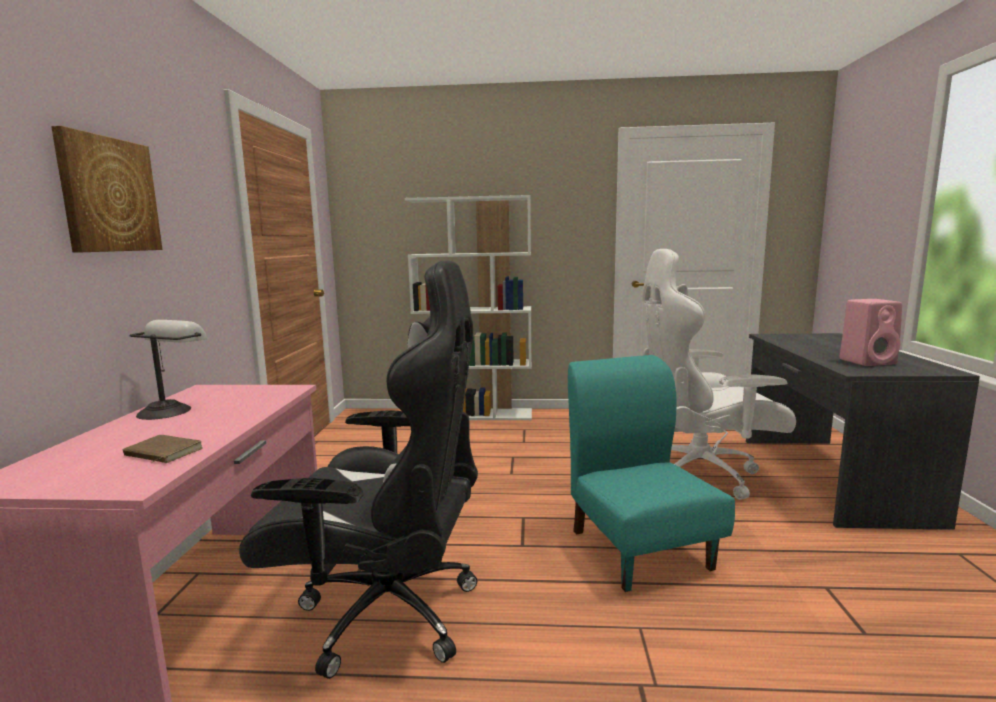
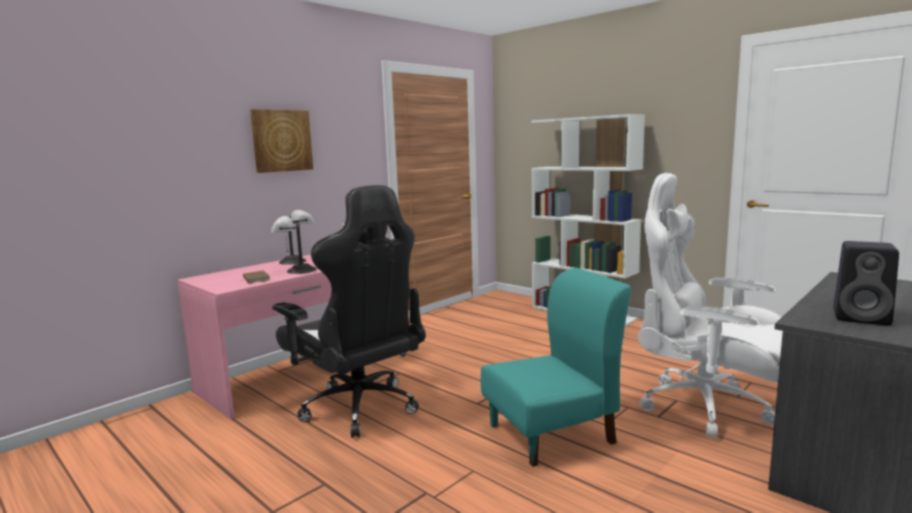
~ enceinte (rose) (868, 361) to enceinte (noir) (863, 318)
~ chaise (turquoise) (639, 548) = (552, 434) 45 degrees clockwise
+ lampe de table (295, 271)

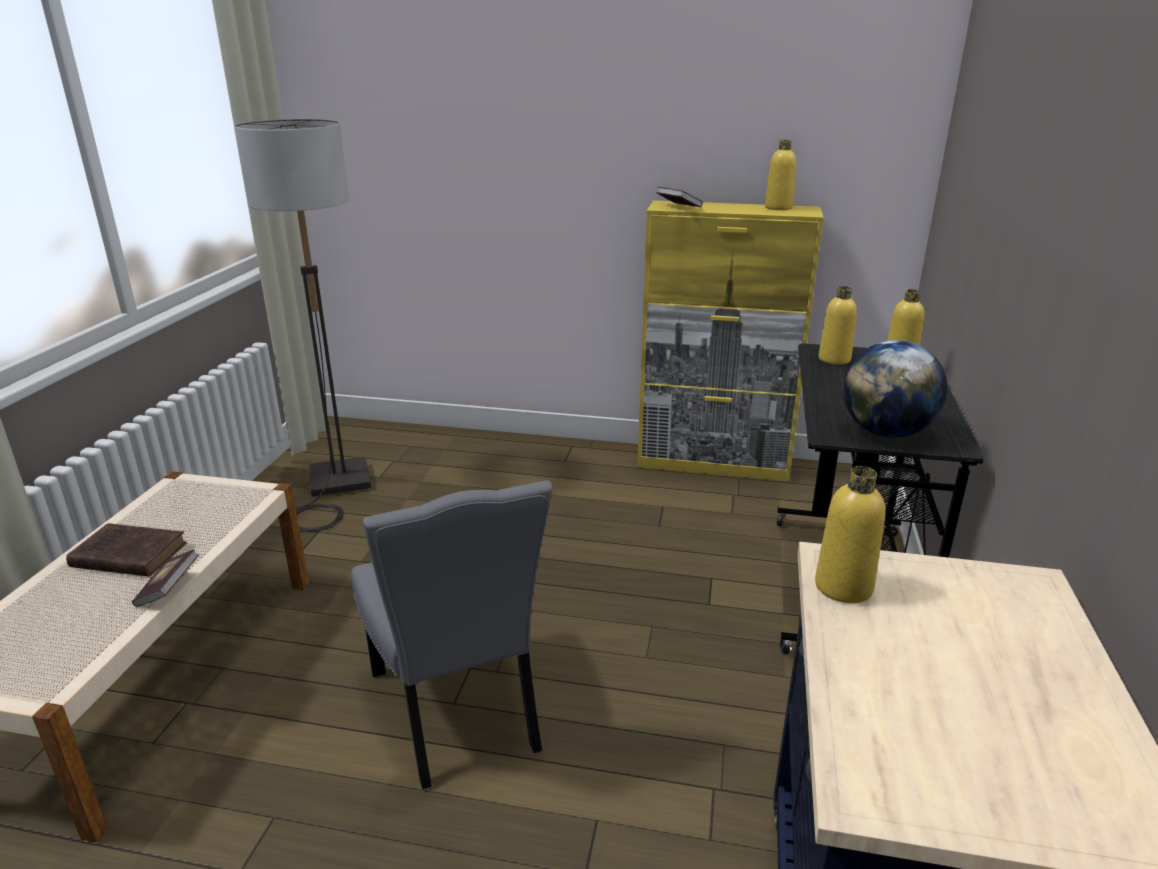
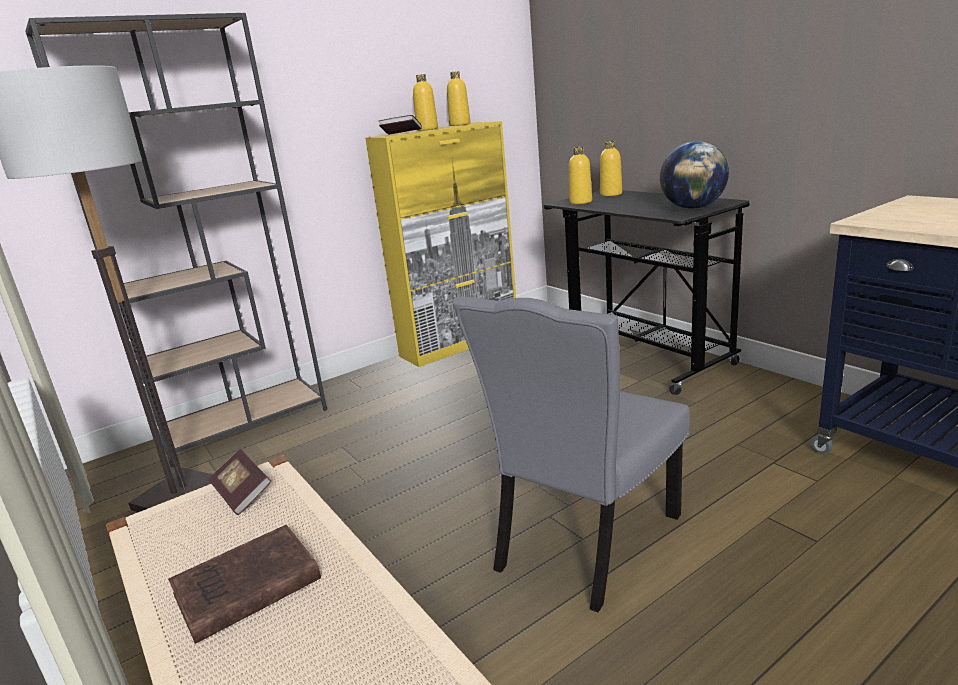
~ bouteille (jaune) (843, 587) to (427, 129)
~ chaise (gris) (457, 704) = (586, 537) 105 degrees clockwise
~ livre (169, 589) to (242, 494)
+ bibliothèque (244, 424)

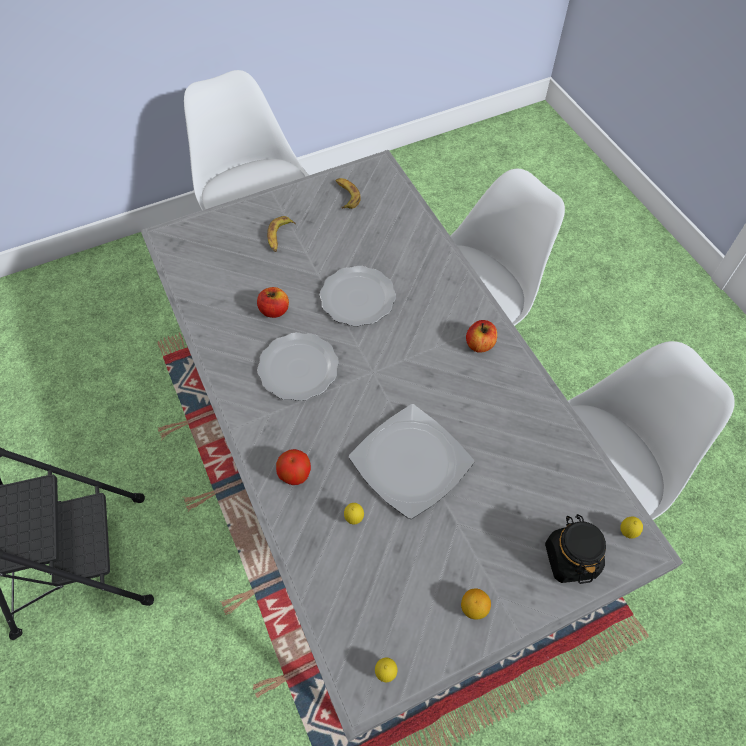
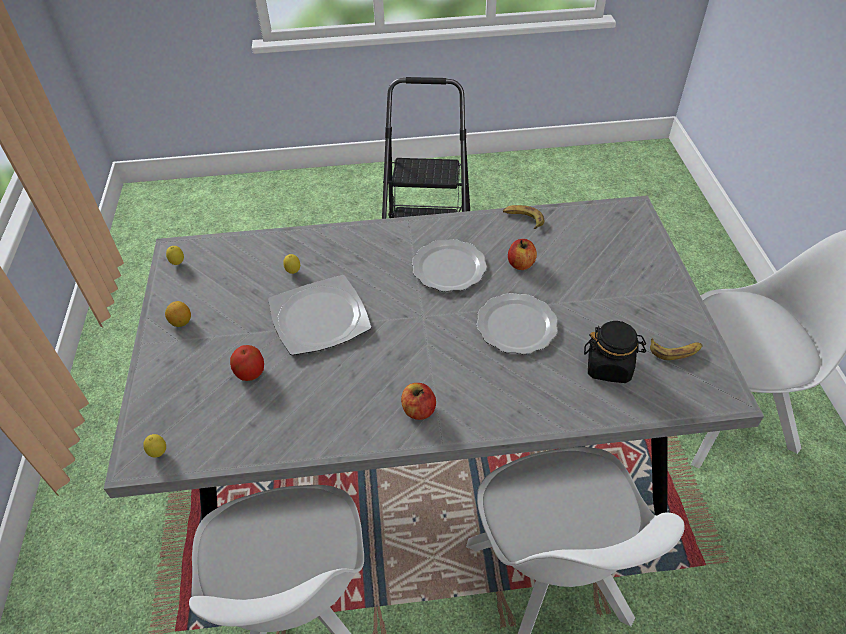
~ banane (279, 237) to (523, 219)
~ pomme (295, 474) to (251, 373)
~ bocal (noir) (570, 558) to (609, 366)

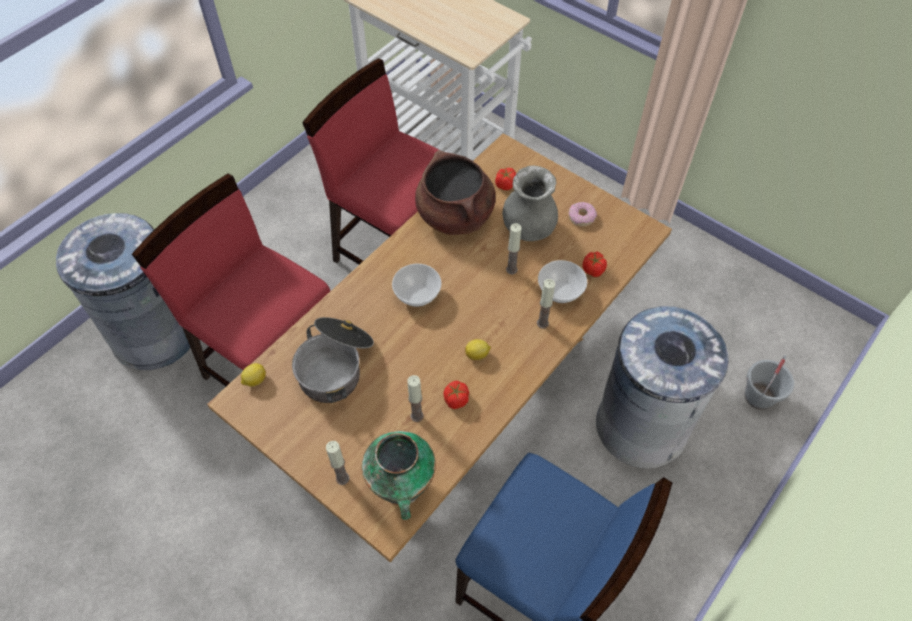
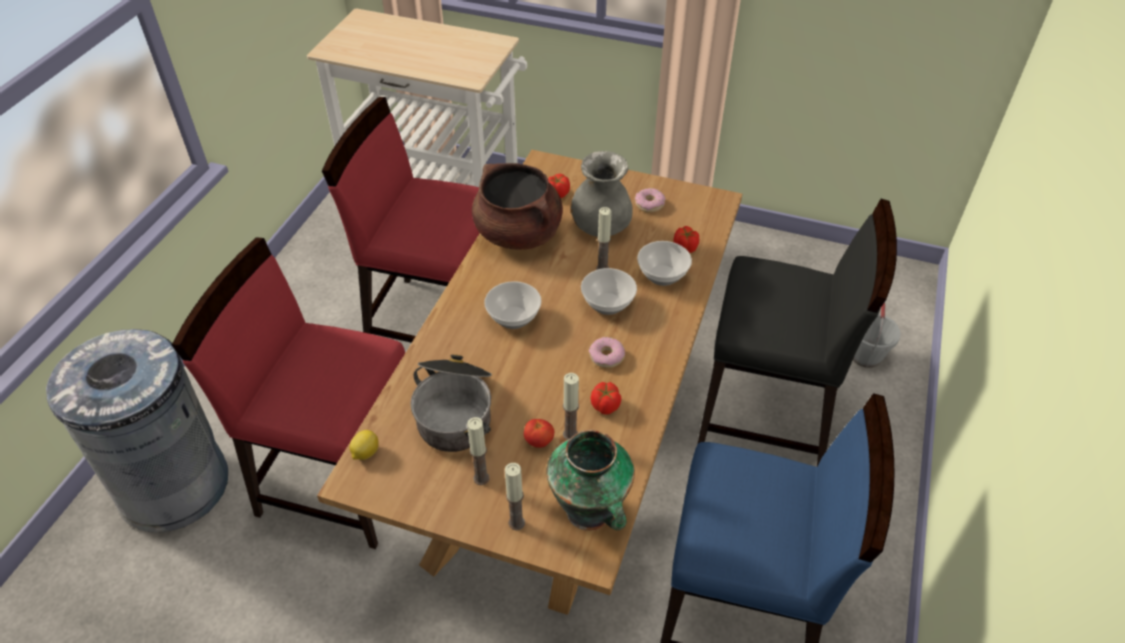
~ bougie (542, 323) to (481, 478)
~ poubelle (gris) (641, 425) to chaise (noir) (767, 416)
~ citron (477, 355) to beignet (606, 356)
+ bol (607, 303)
+ tomate (539, 441)

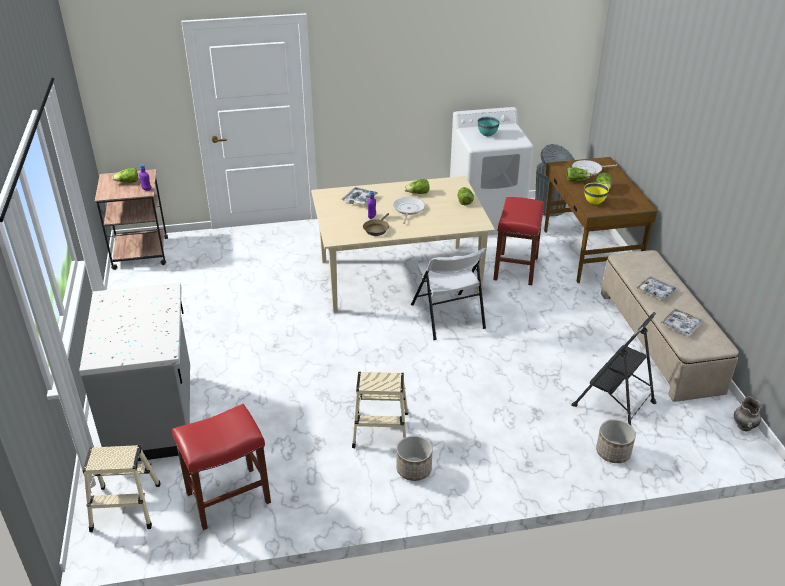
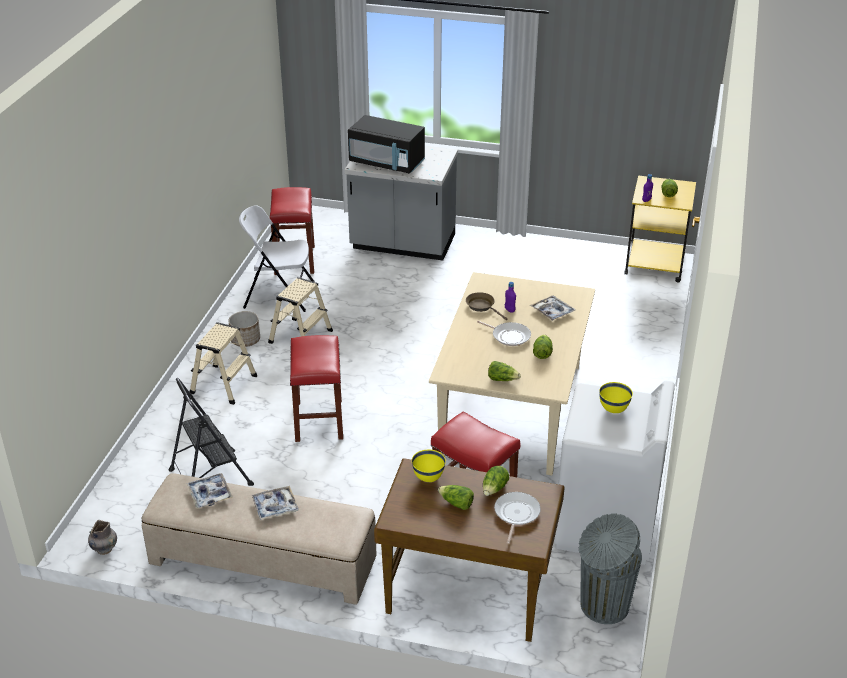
~ bol (turquoise) (487, 135) to bol (jaune) (613, 409)
~ chariot (marron) (140, 252) to chariot (jaune) (655, 264)
~ chaise (blanc) (447, 316) to (279, 294)
- cache-pot (613, 452)
~ escabeau (beige) (125, 506) to (223, 384)
+ micro-ondes (noir) (387, 163)
+ tabouret (rouge) (318, 420)

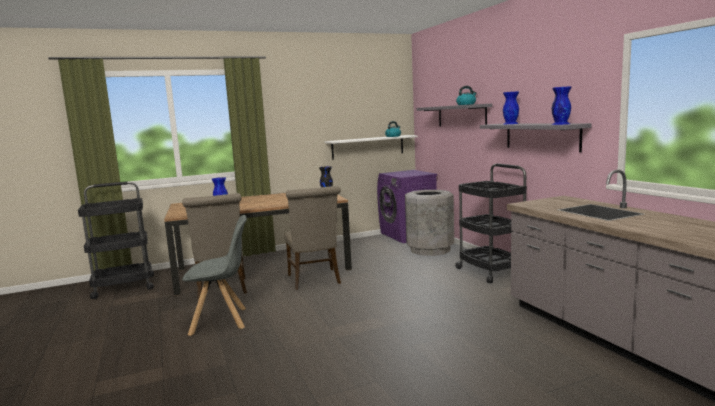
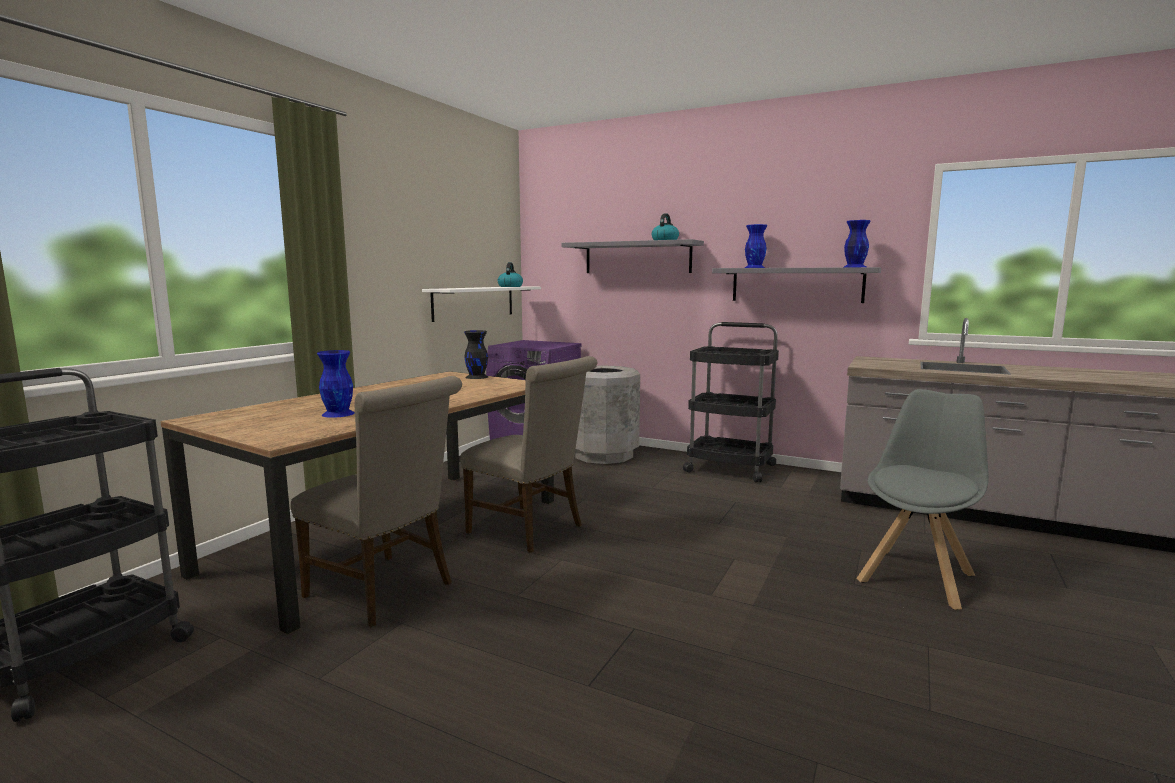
~ chaise (gris) (222, 321) to (917, 575)

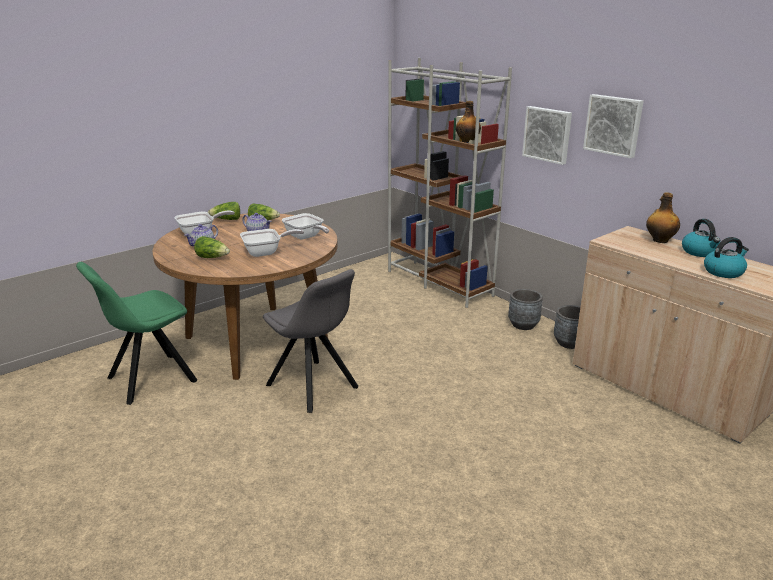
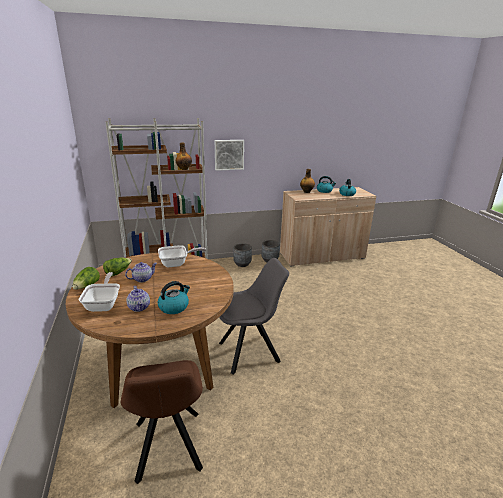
- tableau (613, 125)
- poêle (266, 252)
~ laitue (212, 257) to bouilloire (174, 307)
~ chaise (vert) (151, 379) to chaise (marron) (168, 446)

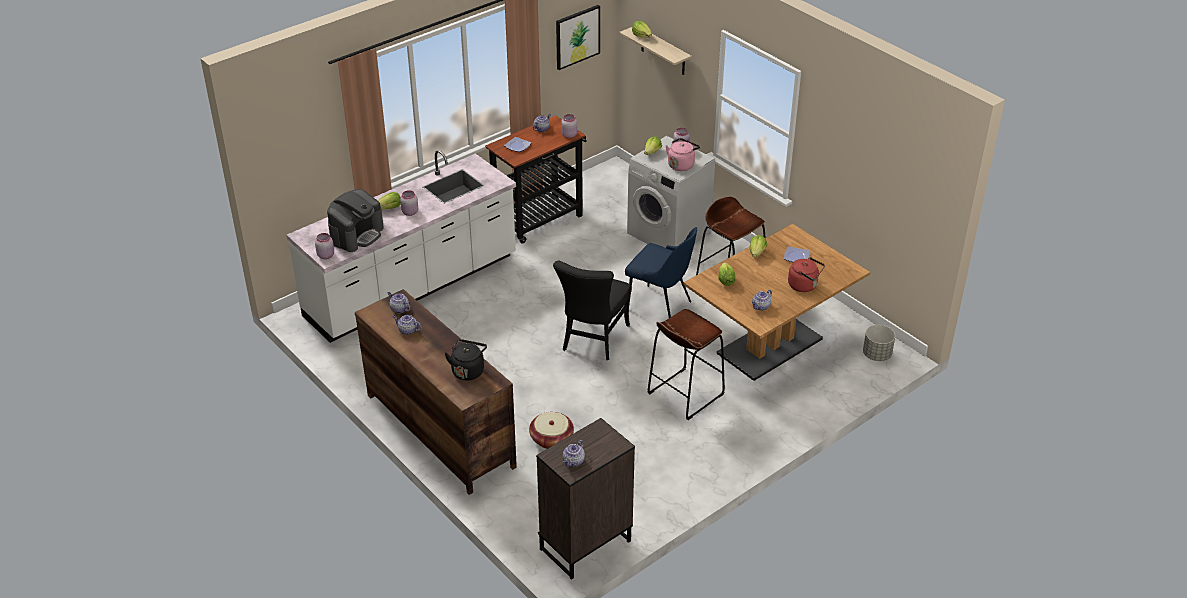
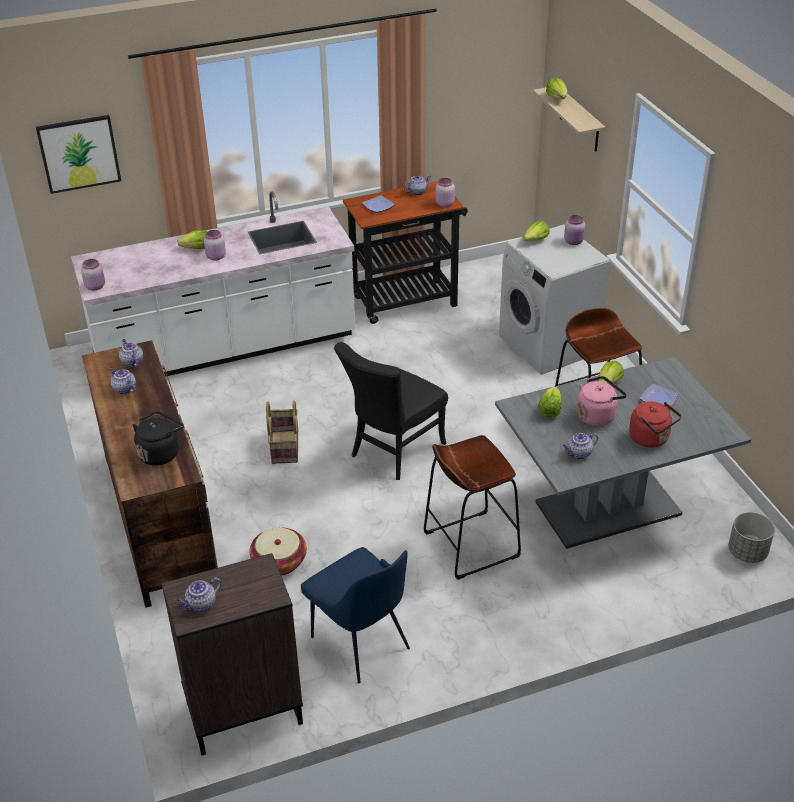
~ tableau (577, 36) to (79, 153)
~ bouilloire (rose) (681, 164) to (597, 415)
- machine à café (357, 234)
~ table à manger (marron) (769, 346) to table à manger (gris) (608, 508)
~ chaise (bleu) (660, 305) to (361, 643)
+ panier (284, 447)

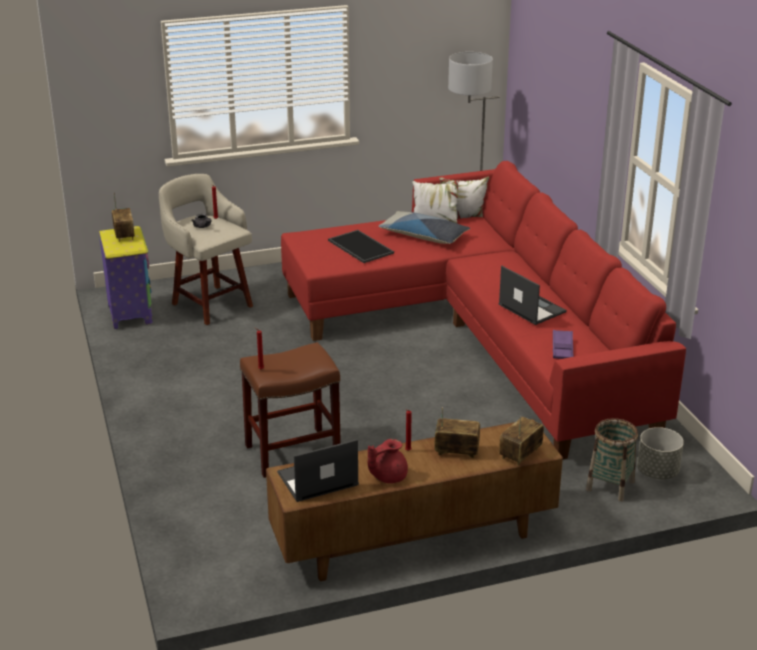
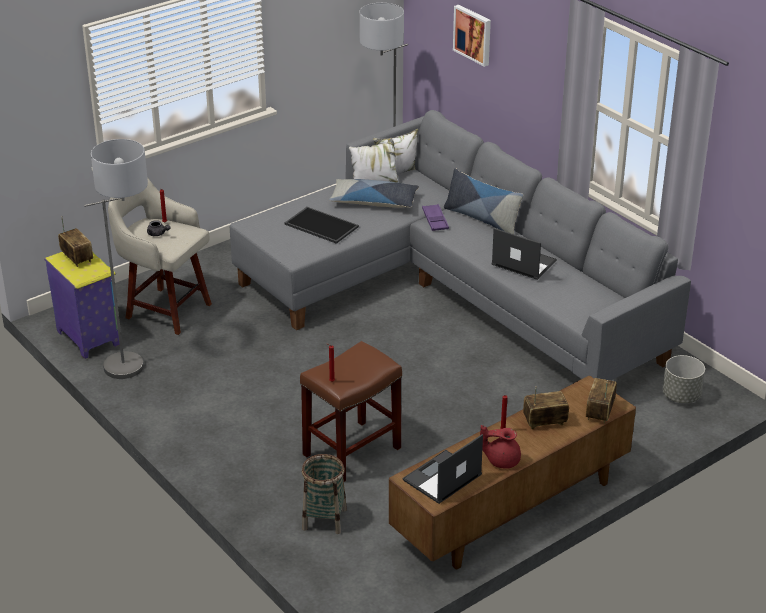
~ canapé (rouge) (479, 337) to canapé (gris) (451, 294)
~ plateau (violet) (562, 348) to (435, 220)
~ panier (610, 486) to (324, 519)
~ théière (rouge) (387, 476) = (501, 460) 60 degrees clockwise
+ tableau (473, 34)
+ lampadaire (gris) (135, 364)
+ coussin (482, 219)

